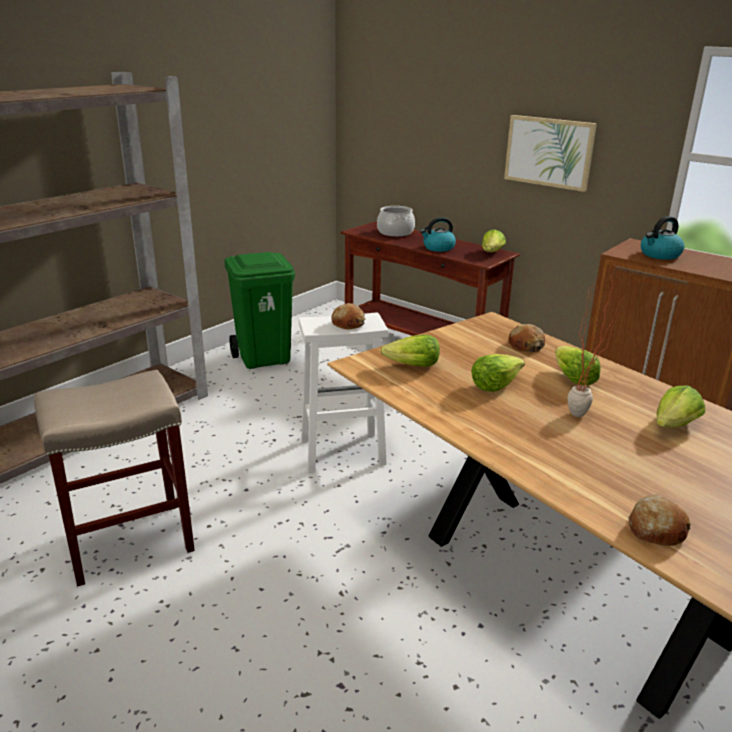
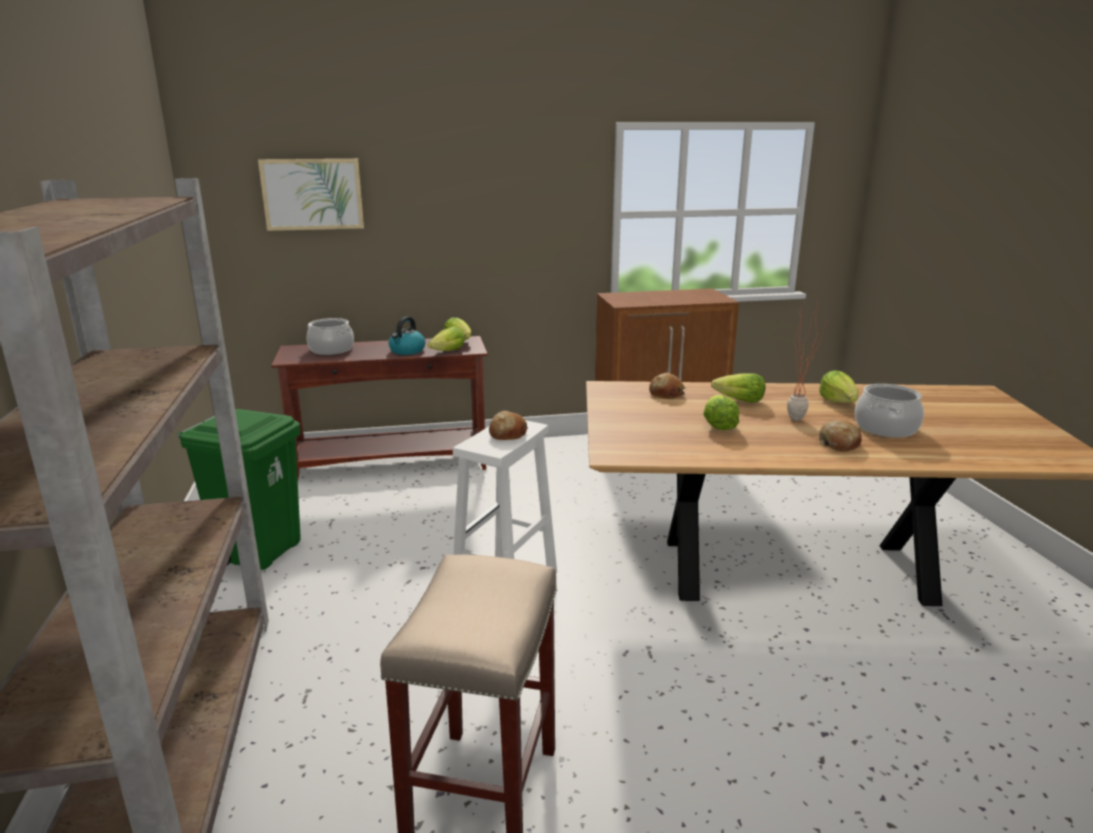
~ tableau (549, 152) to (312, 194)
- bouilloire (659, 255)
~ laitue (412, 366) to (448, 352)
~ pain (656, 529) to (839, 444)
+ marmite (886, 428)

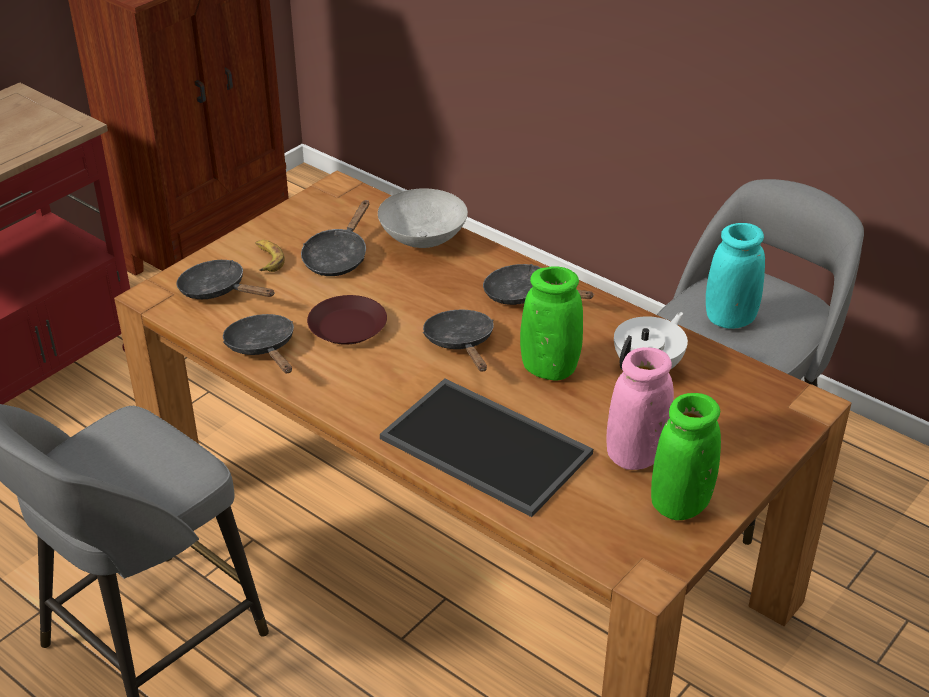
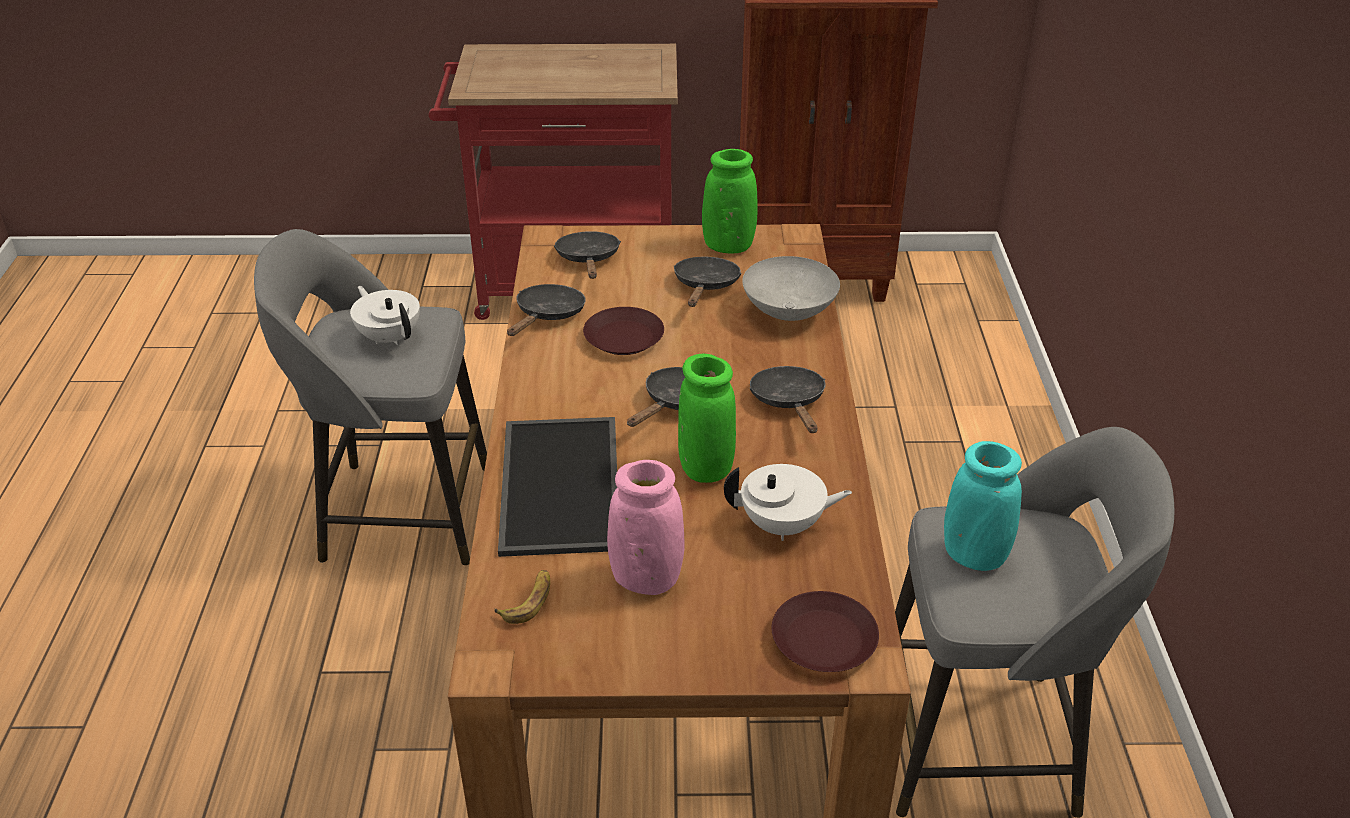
~ poêle (noir) (338, 257) = (705, 286) 120 degrees clockwise
~ banane (267, 259) to (528, 601)
~ vase (vert) (680, 504) to (728, 246)
+ théière (blanc) (390, 337)
+ assiette (marron) (824, 640)

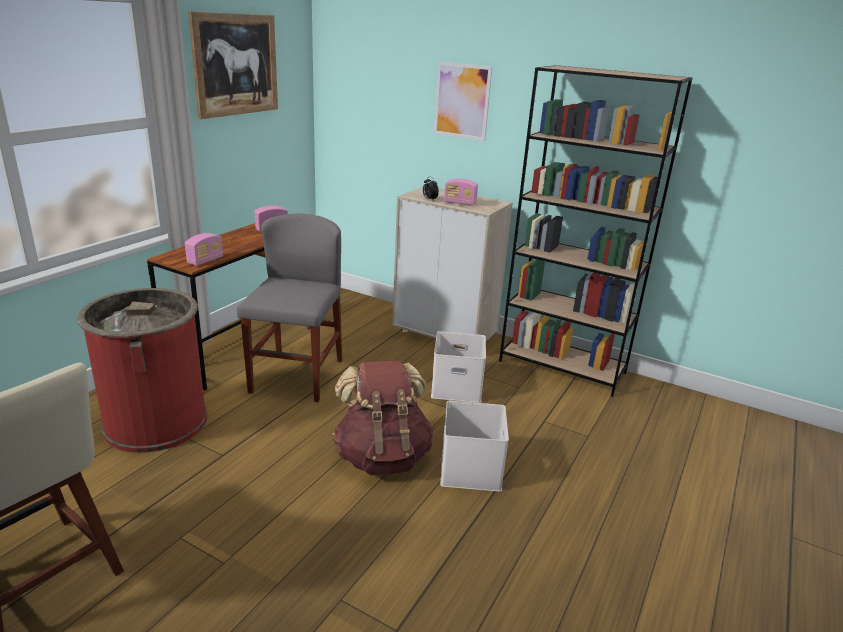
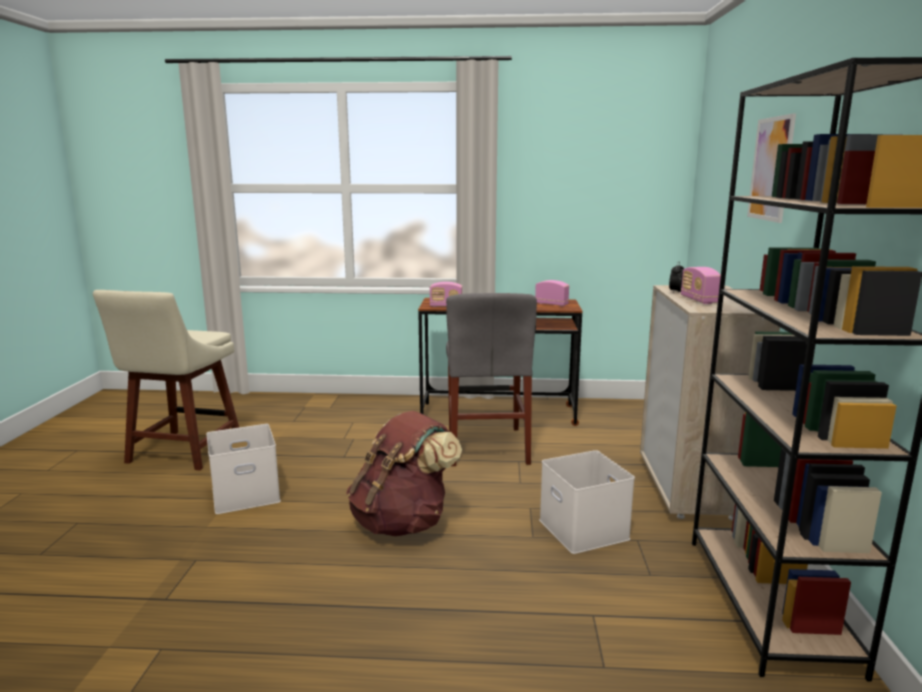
- tableau (236, 65)
~ chaise (gris) (297, 376) = (487, 446) 105 degrees clockwise
- poubelle (rouge) (156, 422)
~ boîte de rangement (blanc) (469, 468) to (247, 493)

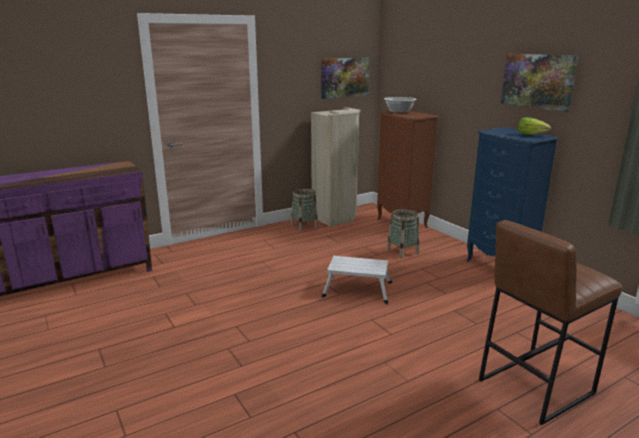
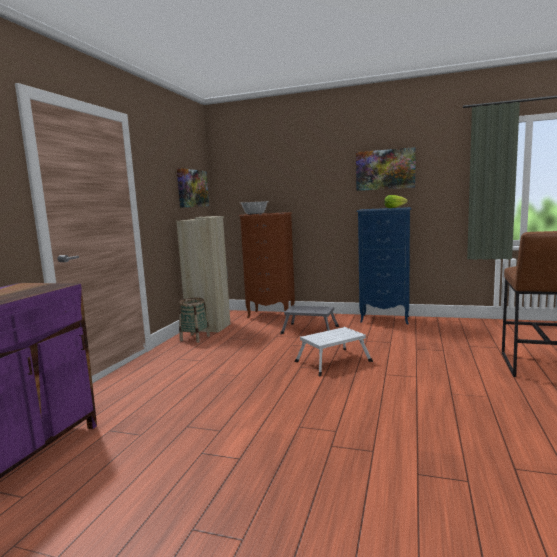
~ panier (402, 252) to escabeau (gris) (310, 330)

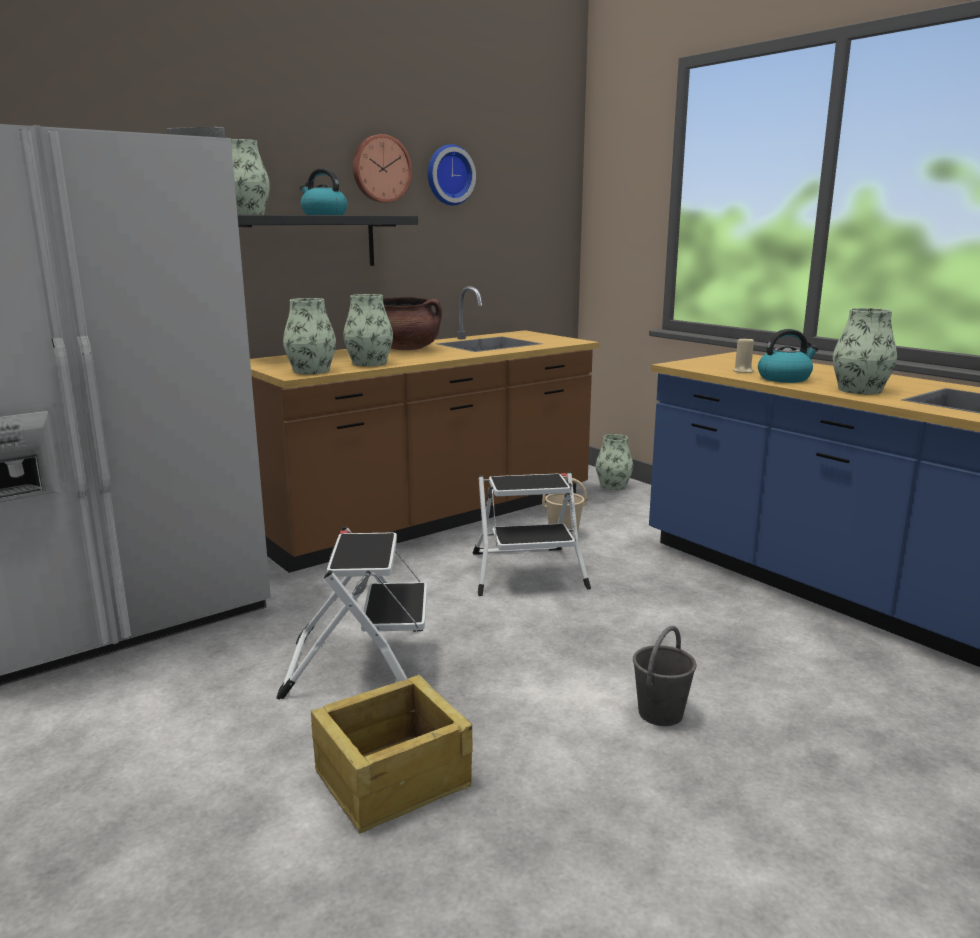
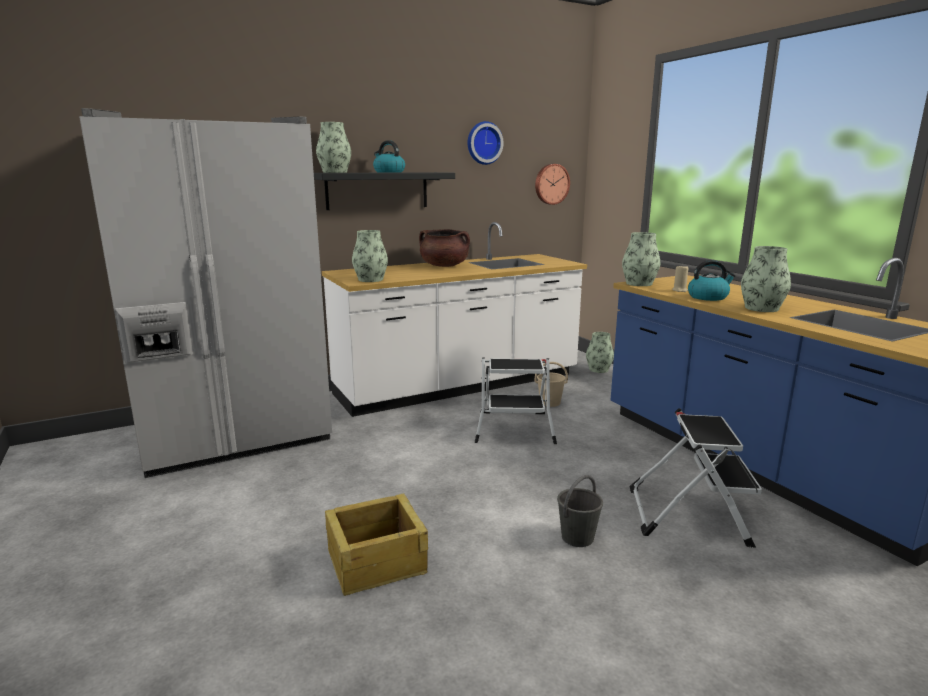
~ horloge murale (380, 169) to (551, 184)
~ comptoir de cuisine (marron) (431, 519) to comptoir de cuisine (blanc) (459, 386)
~ vase (369, 363) to (639, 283)
~ escabeau (359, 663) to (689, 513)

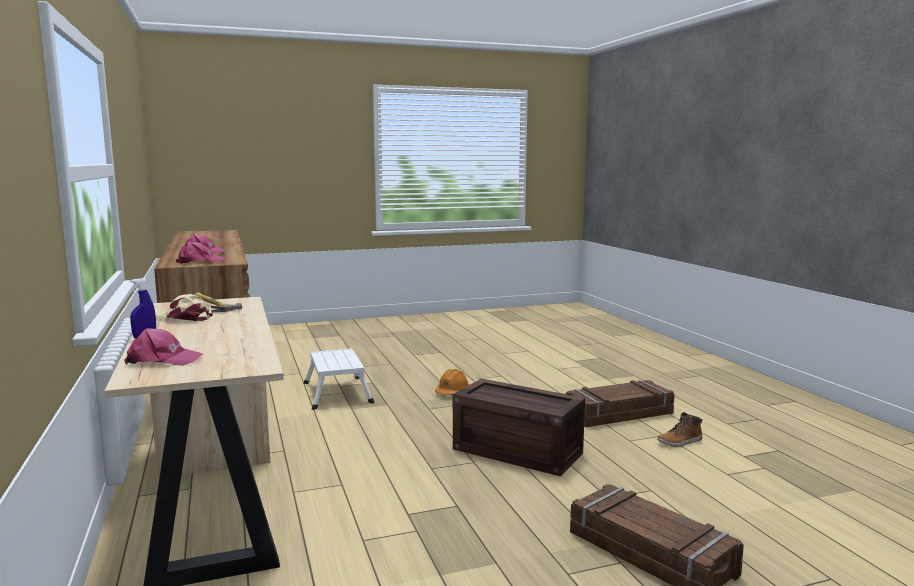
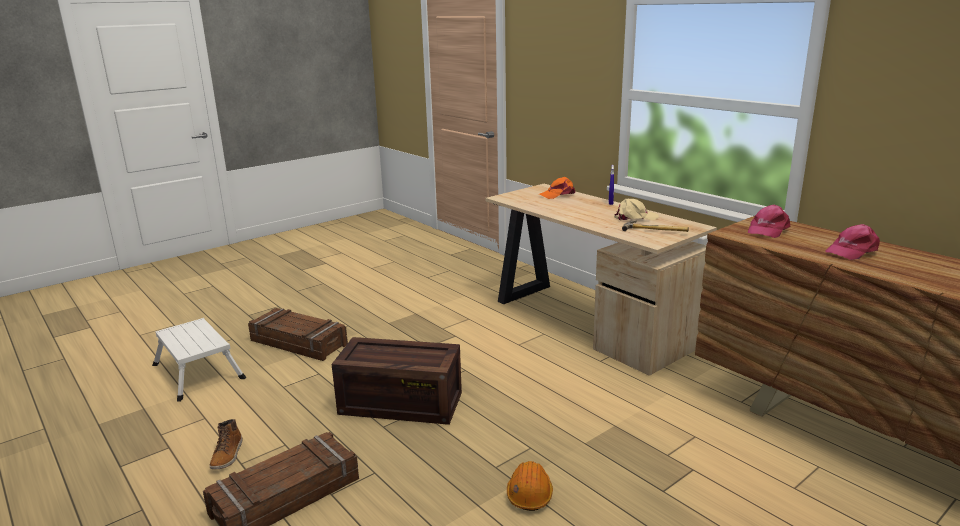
~ casquette (rose) (163, 360) to casquette (orange) (558, 194)
~ escabeau (blanc) (337, 392) to (198, 372)
~ botte (680, 442) = (227, 455) 135 degrees clockwise

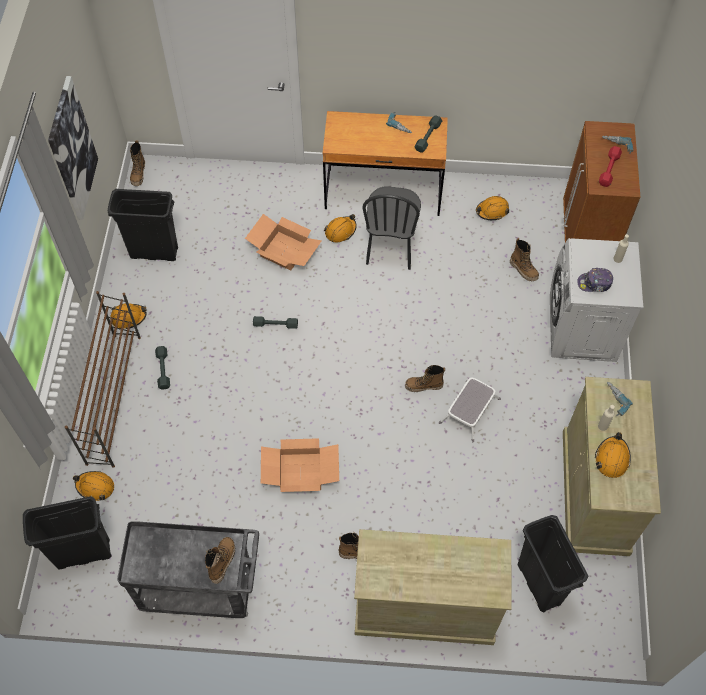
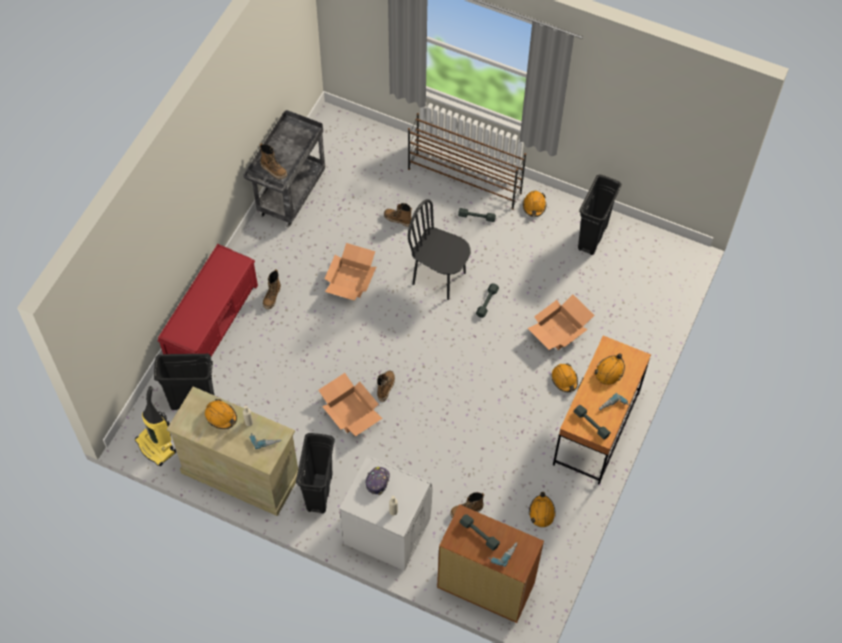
- tableau (72, 150)
~ botte (139, 174) to (398, 220)
~ haltère (rouge) (609, 169) to haltère (gris) (479, 534)
~ chaise (noir) (390, 248) to (439, 278)
~ escabeau (gris) (469, 410) to carton (350, 412)
~ casque de chantier (orange) (95, 487) to (609, 371)
~ poubelle (noir) (83, 554) to (319, 492)
~ commode (beige) (424, 608) to banc (rouge) (213, 323)
+ aspirateur (157, 446)

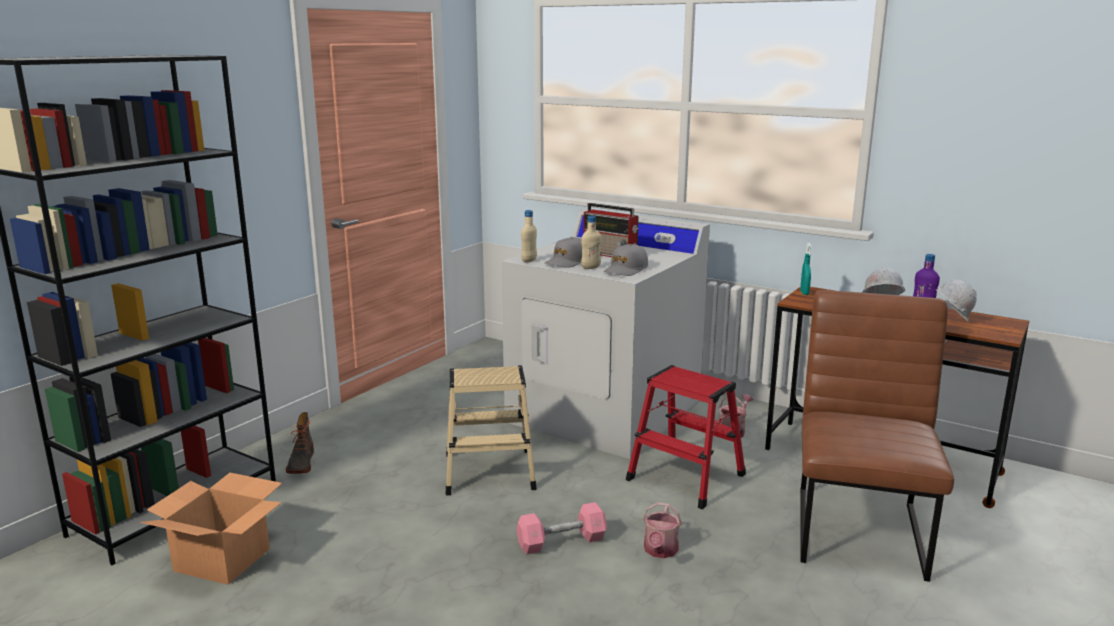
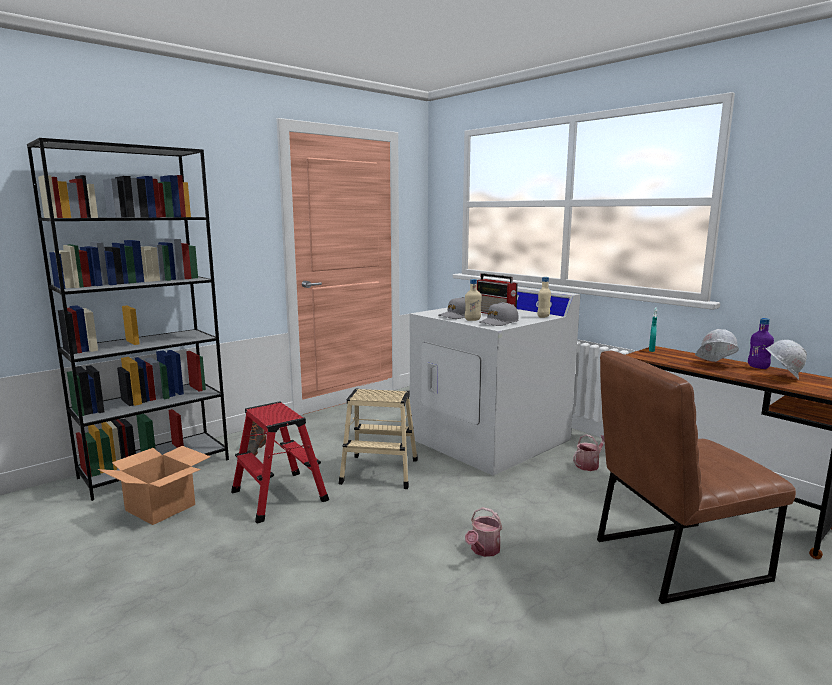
~ bouteille (beige) (529, 261) to (543, 316)
~ chaise (marron) (860, 529) = (675, 559) 135 degrees counterclockwise
~ escabeau (rouge) (686, 477) to (279, 496)
- haltère (rose) (561, 542)

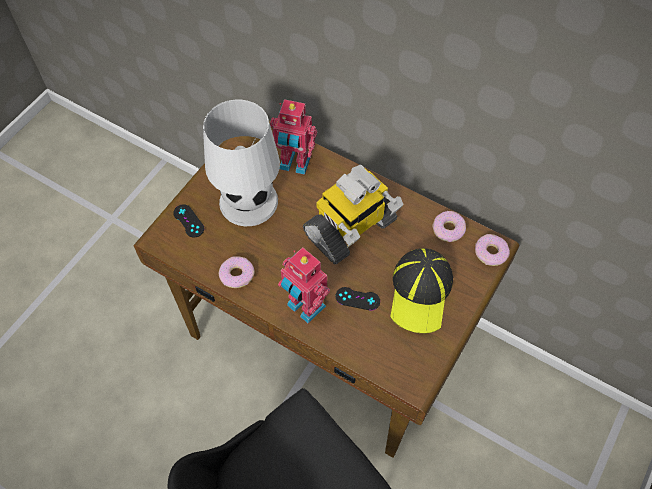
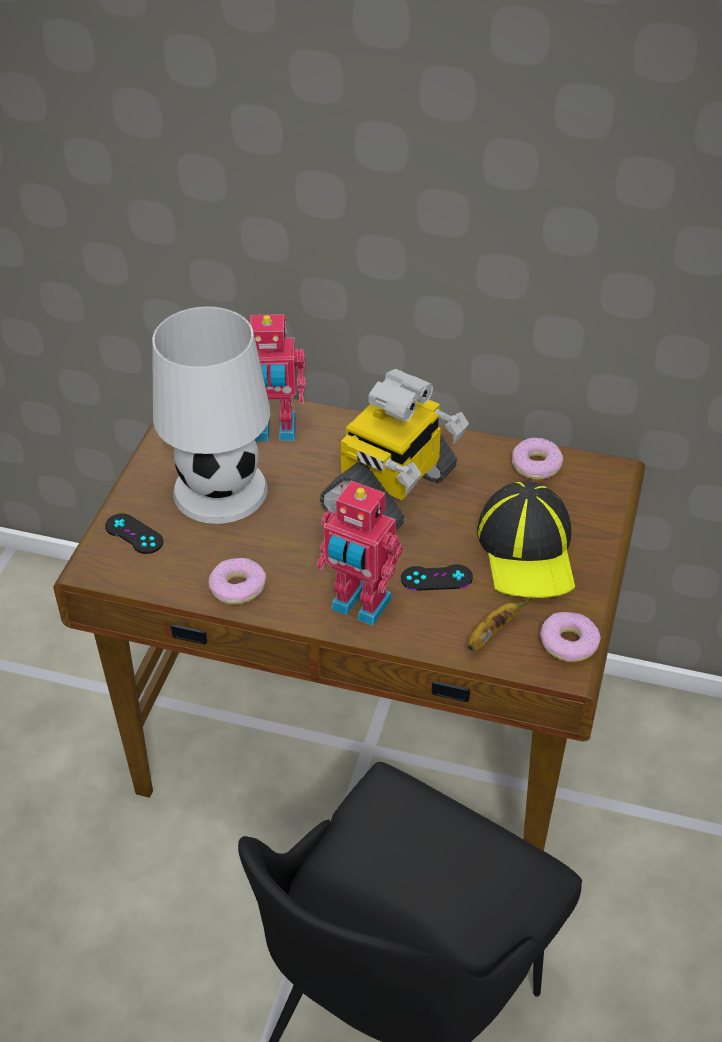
~ beignet (490, 253) to (568, 643)
+ banane (492, 634)

